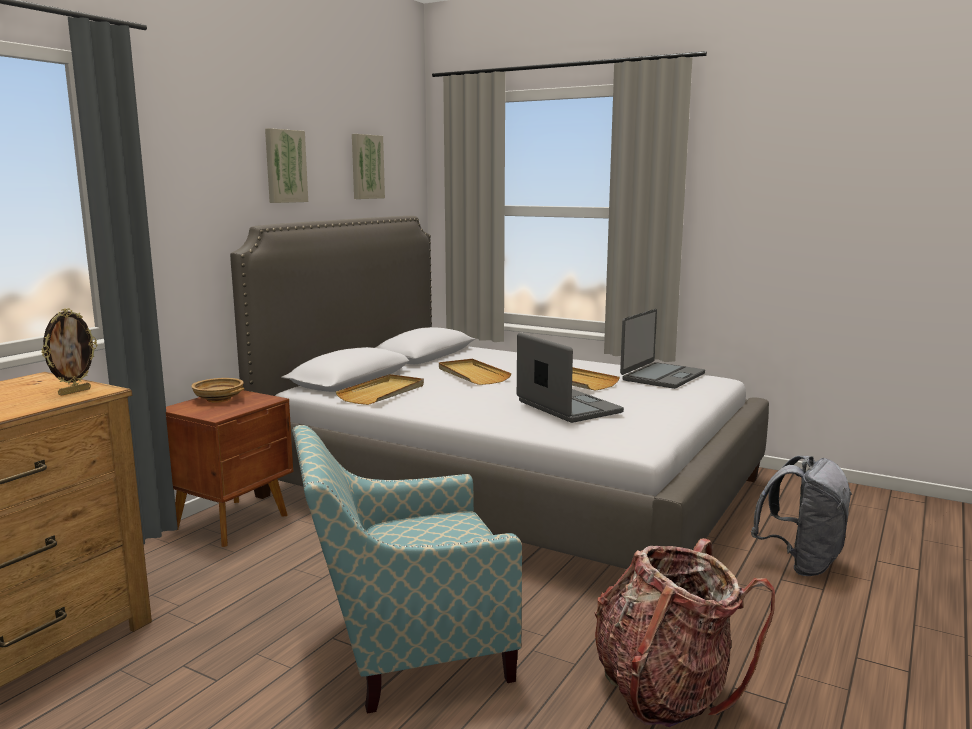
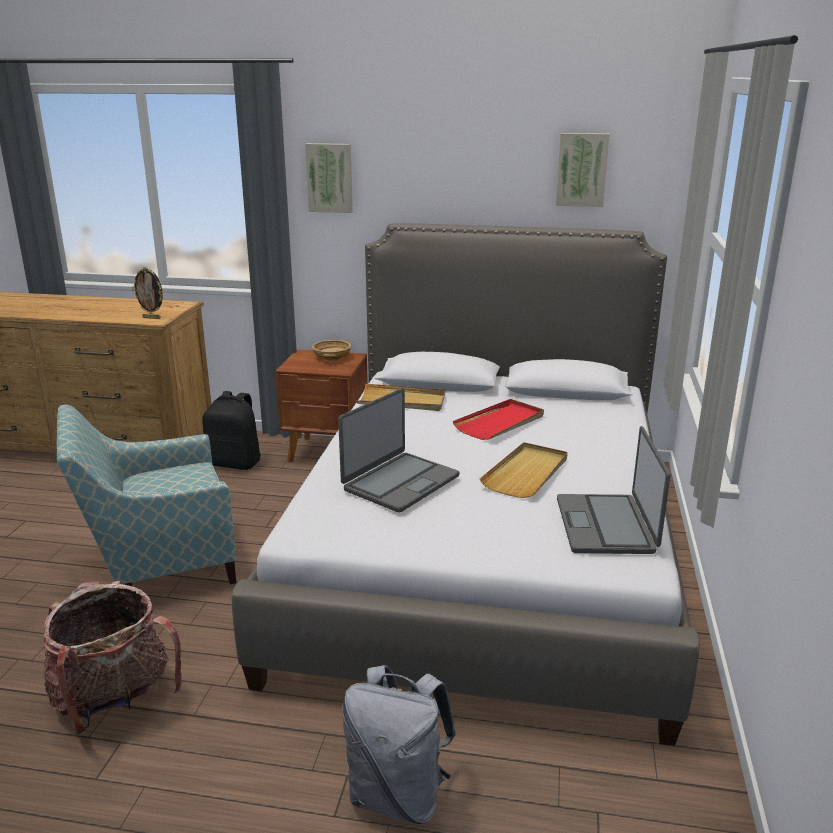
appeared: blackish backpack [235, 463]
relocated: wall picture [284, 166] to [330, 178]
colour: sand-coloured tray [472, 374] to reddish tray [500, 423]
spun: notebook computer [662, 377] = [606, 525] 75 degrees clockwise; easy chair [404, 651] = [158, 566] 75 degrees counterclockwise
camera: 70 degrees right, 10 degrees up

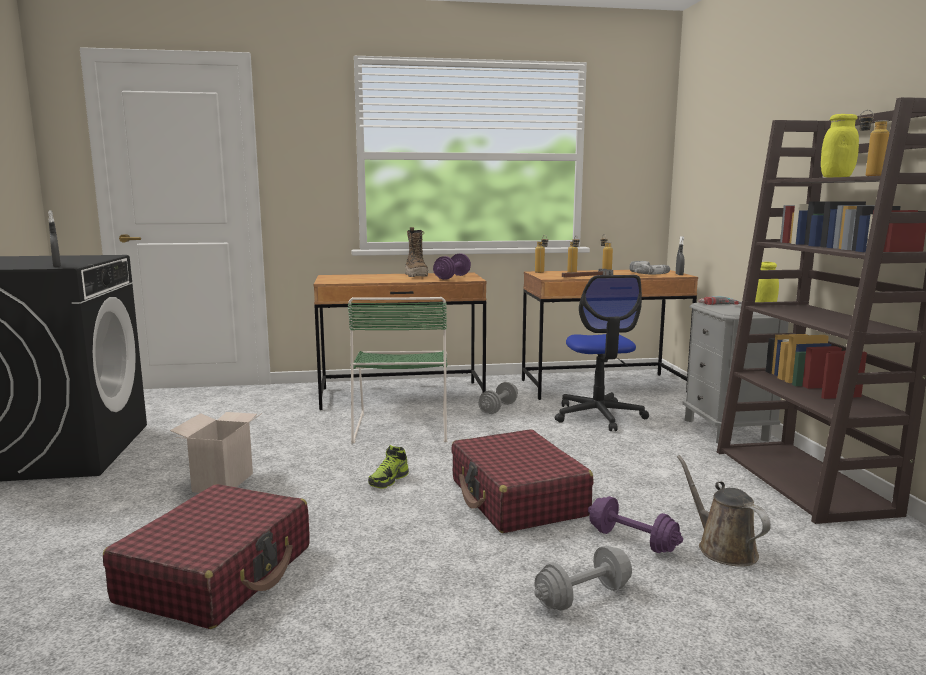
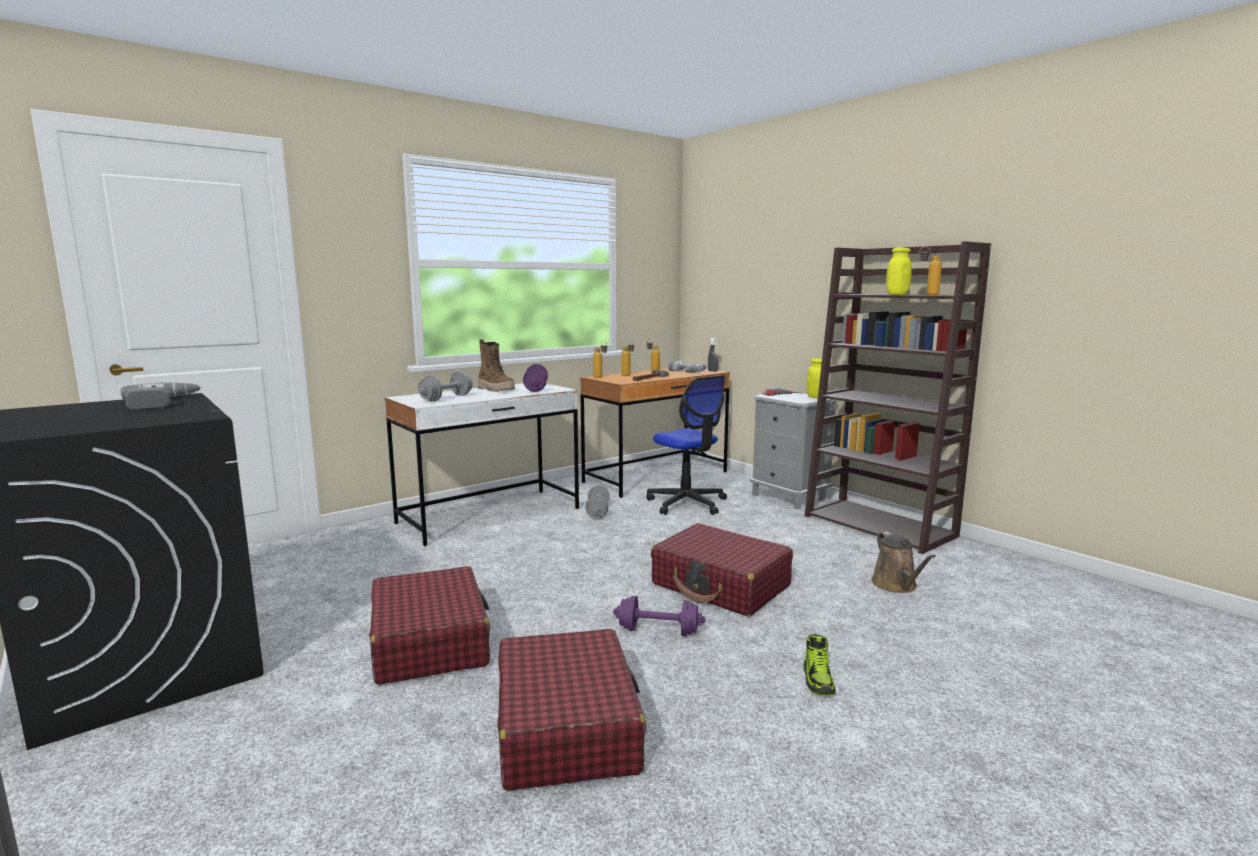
missing: grey spray bottle [57, 266]; greenish upright chair [401, 425]
appeared: drill [163, 402]
relocated: item of footwear [389, 480] to [818, 680]; purple hand weight [632, 541] to [658, 631]; grey hand weight [583, 596] to [446, 398]
exchanged: carton [222, 481] to reddish suitcase [430, 642]
colour: brown-coloured desk [402, 395] to white-coloured desk [490, 516]
spun: brown-coloured watering can [722, 548] = [896, 585] 135 degrees counterclockwise
camera: 30 degrees left, 0 degrees up

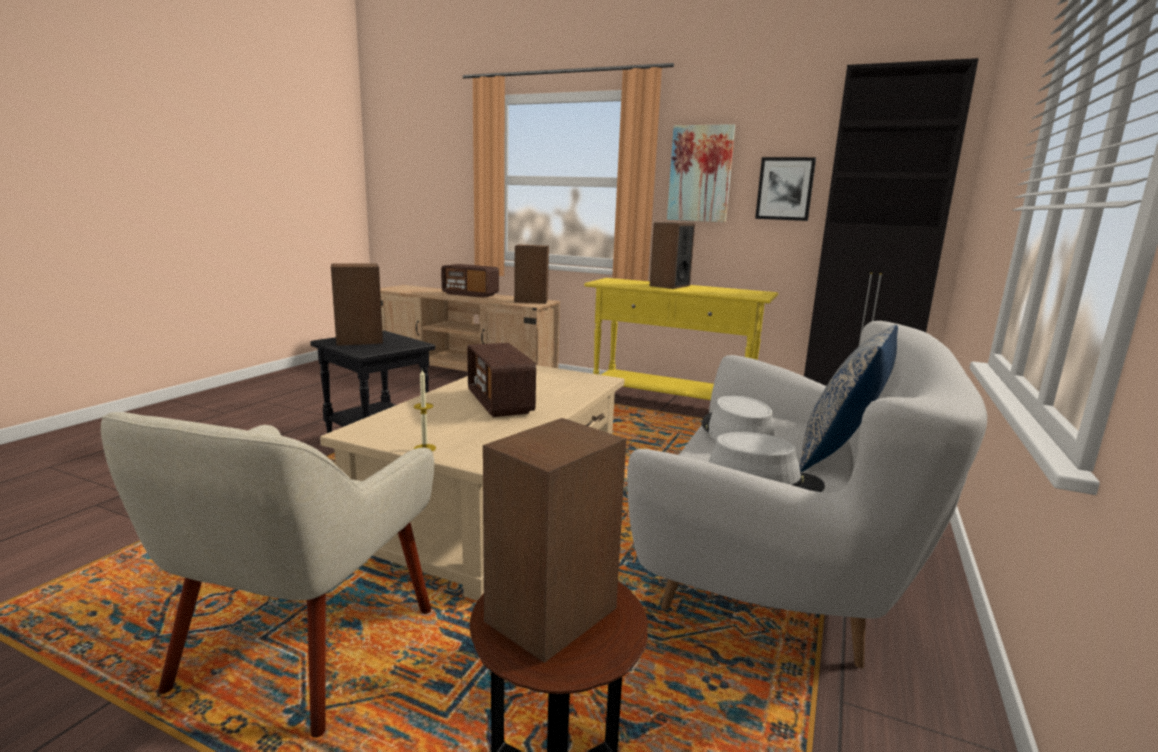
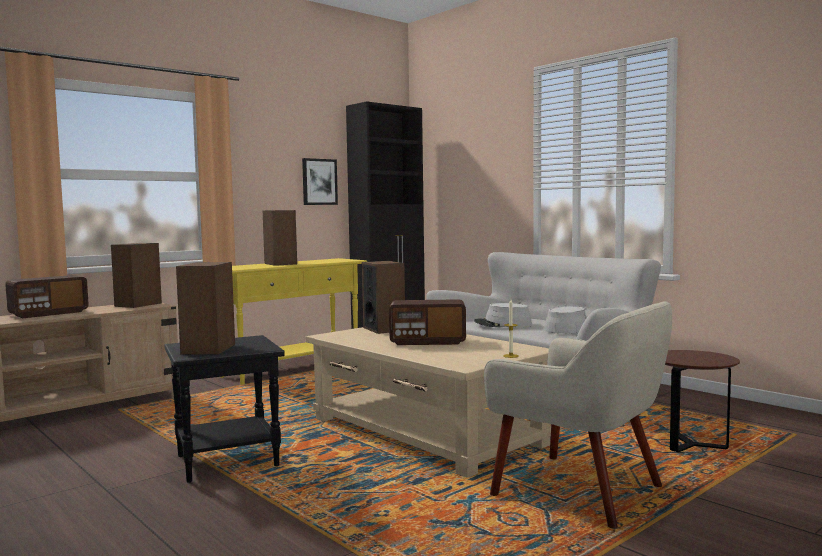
missing: wall picture [700, 174]; cushion [840, 455]
relocated: speaker [552, 615] to [384, 329]
camera: 65 degrees left, 10 degrees down

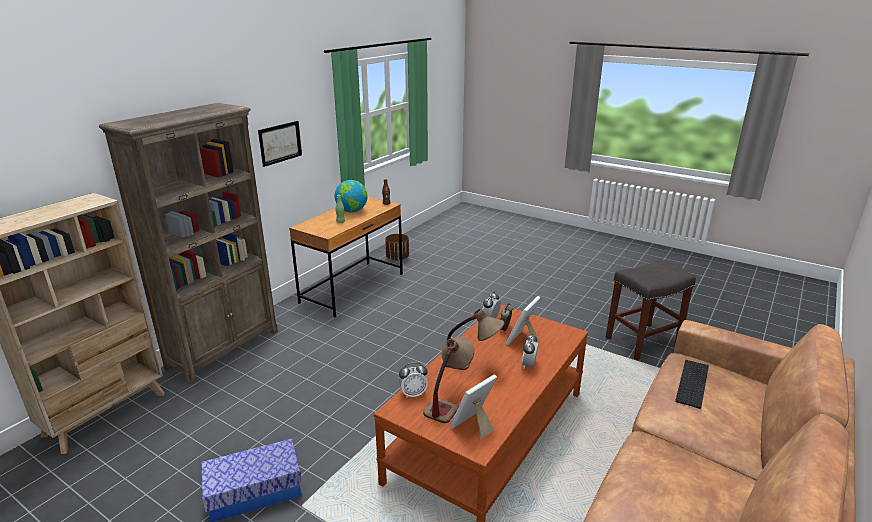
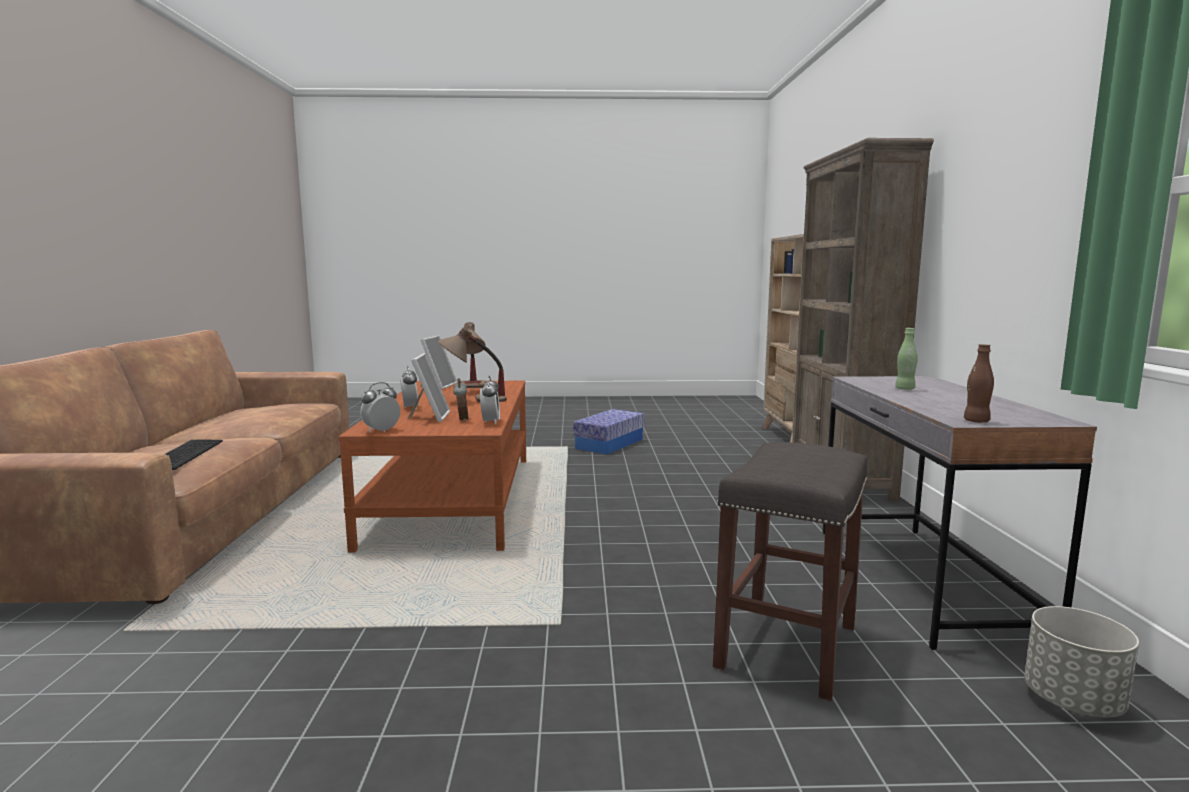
missing: wall picture [280, 143]; globe [352, 211]
relocated: grey stool [642, 341] to [786, 644]; bedside clock [413, 394] to [381, 431]
colour: brown-coloured desk [353, 288] to grey desk [922, 580]; brown-coloured plant pot [397, 258] to grey plant pot [1072, 702]
camera: 145 degrees right, 15 degrees down

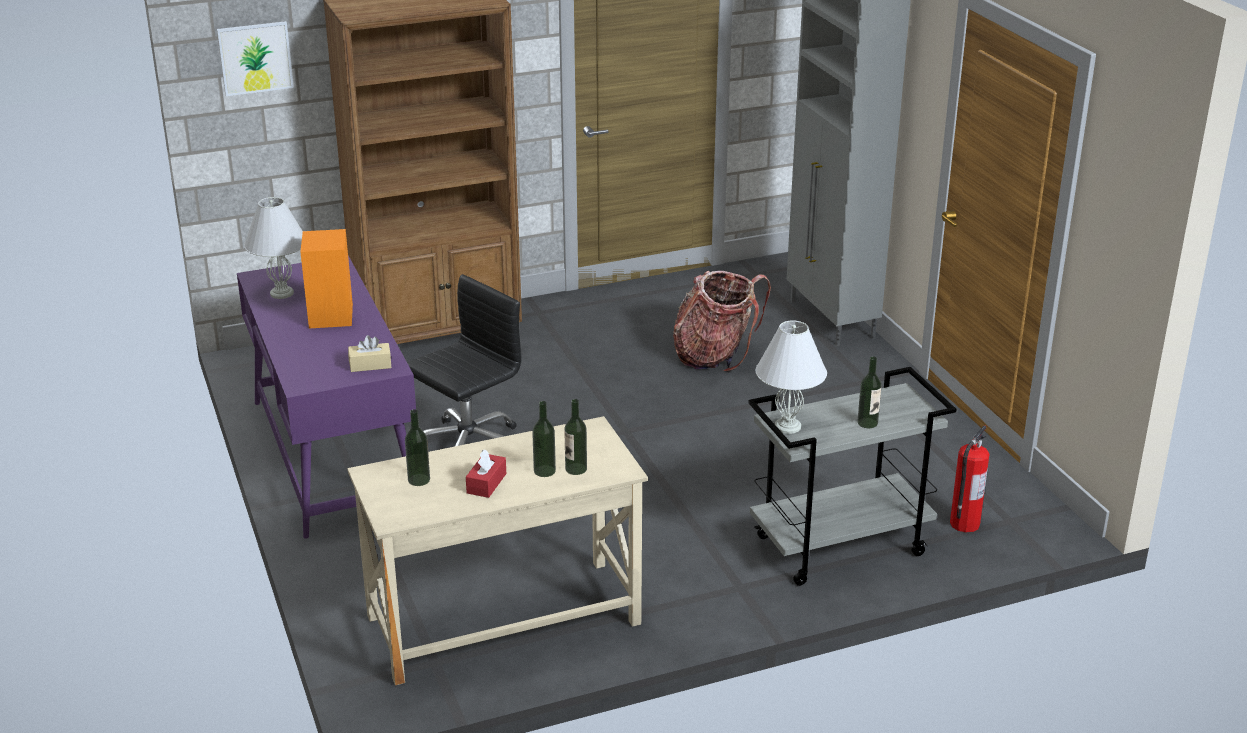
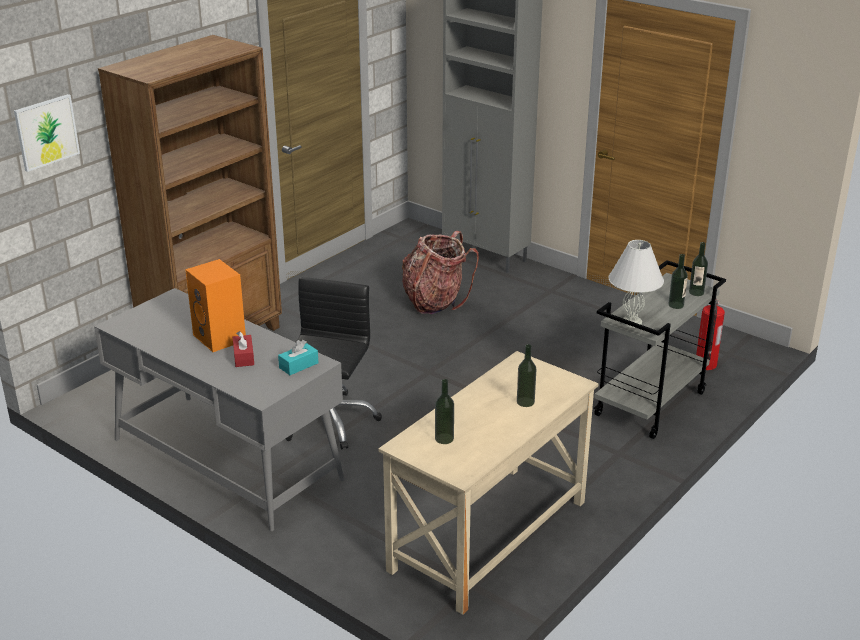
missing: white-coloured tabletop lamp [282, 293]
relocated: beverage bottle [576, 469] to [696, 292]; reddish tissue holder [486, 483] to [243, 357]
colour: purple desk [334, 454] to grey desk [226, 458]; sand-coloured tissue holder [370, 365] to turquoise tissue holder [298, 365]
camera: 30 degrees left, 0 degrees up

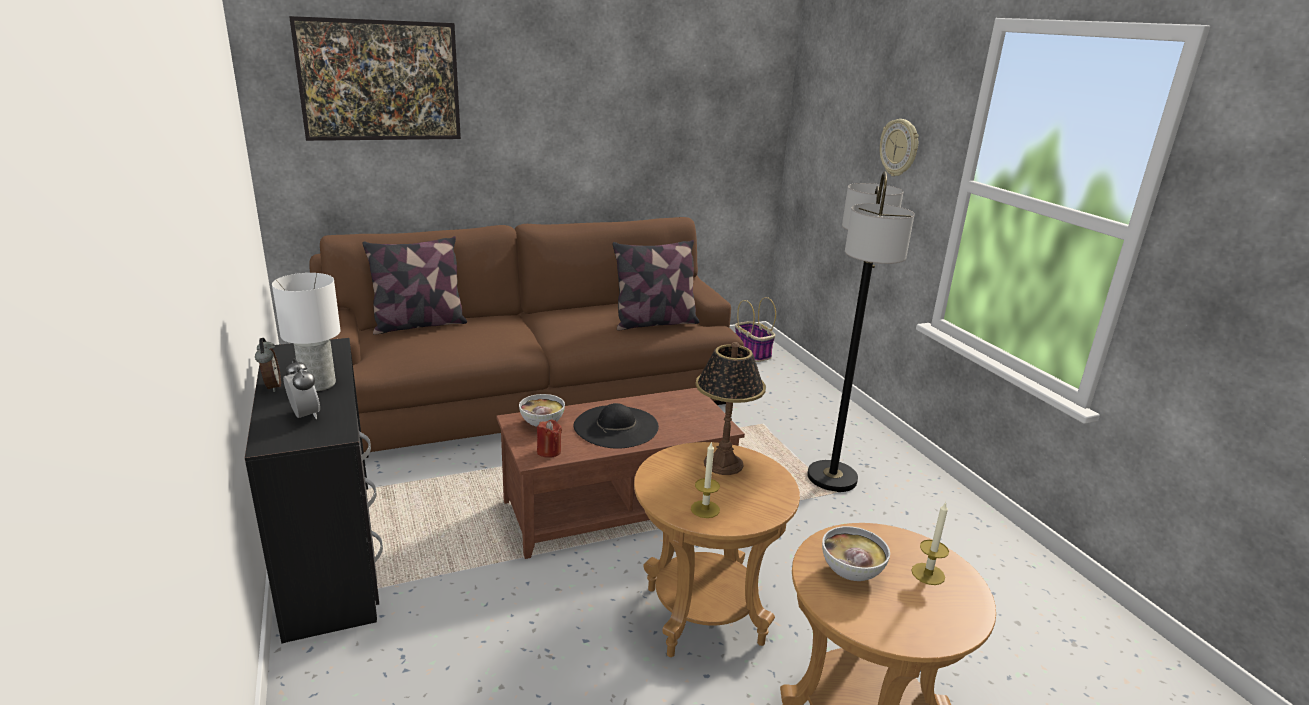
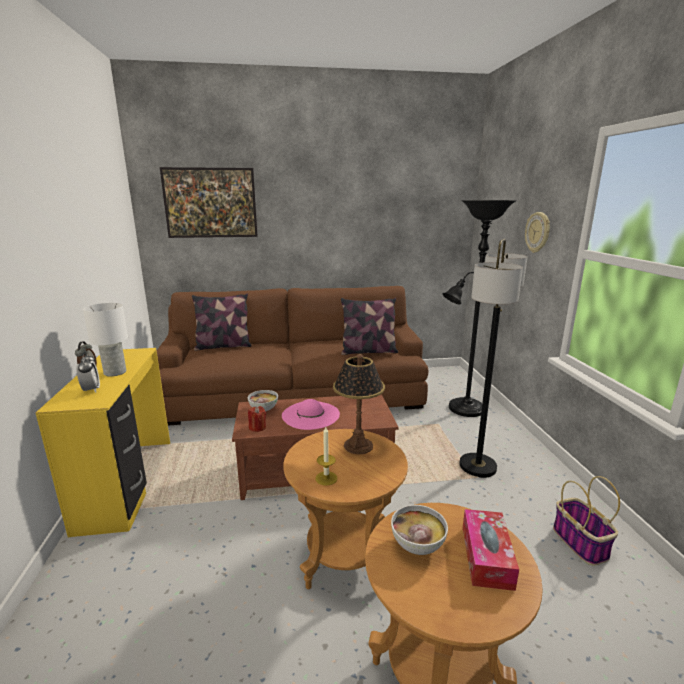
appeared: blackish floor lamp [463, 410]
relocated: household basket [753, 353] to [581, 543]
exchanged: wax candle [928, 574] to tissue holder [486, 556]
colour: blackish desk [333, 554] to yellowish desk [128, 482]; blackish hat [616, 426] to pink-coloured hat [310, 415]
camera: 15 degrees right, 5 degrees down

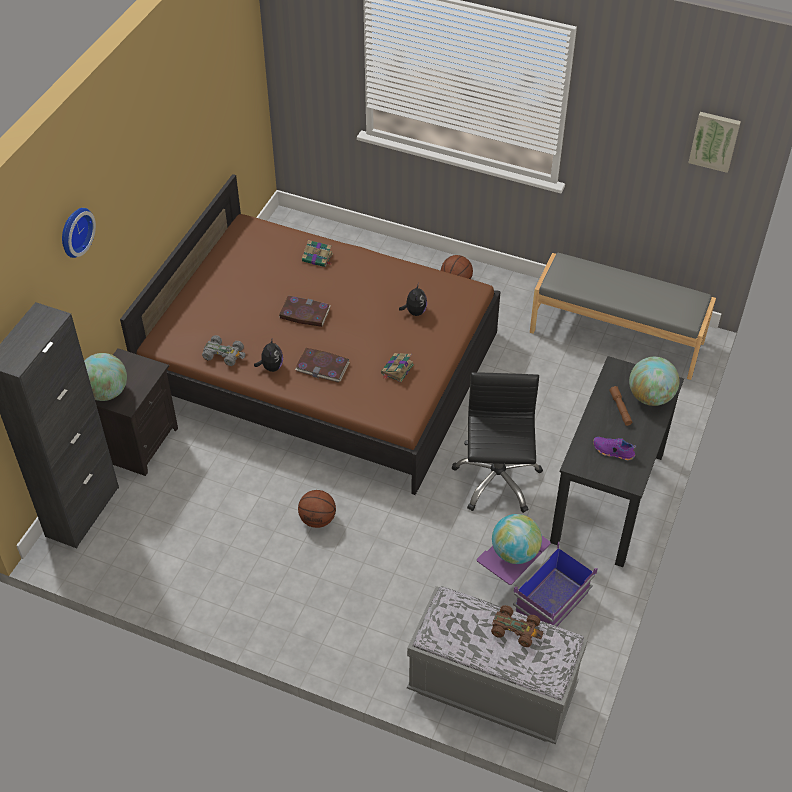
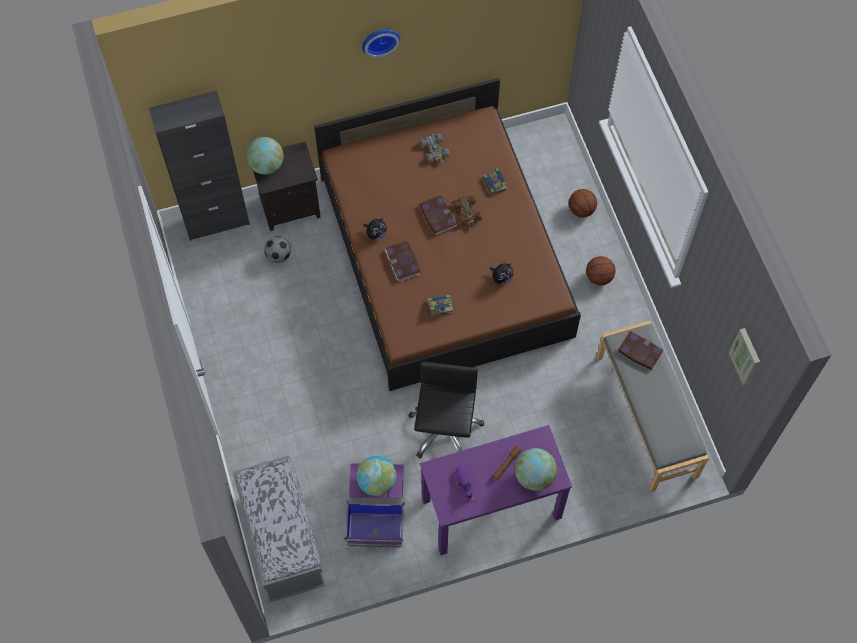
appeared: football ball [278, 255]; bound book [639, 351]
relocated: clock on the wall [74, 231] to [379, 40]; grey toy car [224, 354] to [435, 150]; basketball ball [318, 519] to [581, 210]; brown-coloured toy car [516, 629] to [467, 213]
colour: blackish desk [607, 497] to purple desk [490, 508]
spun: blackish desk chair [496, 480] = [444, 430] 45 degrees counterclockwise
camera: 50 degrees right, 15 degrees up

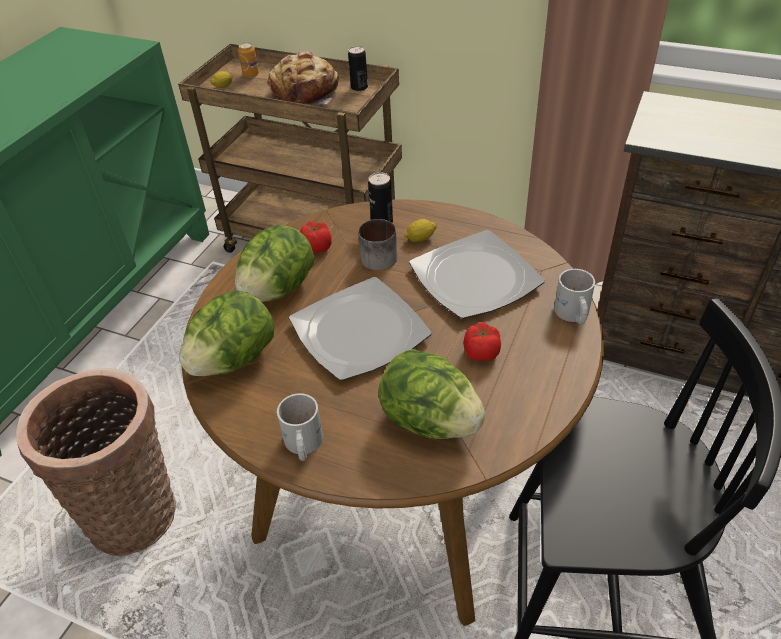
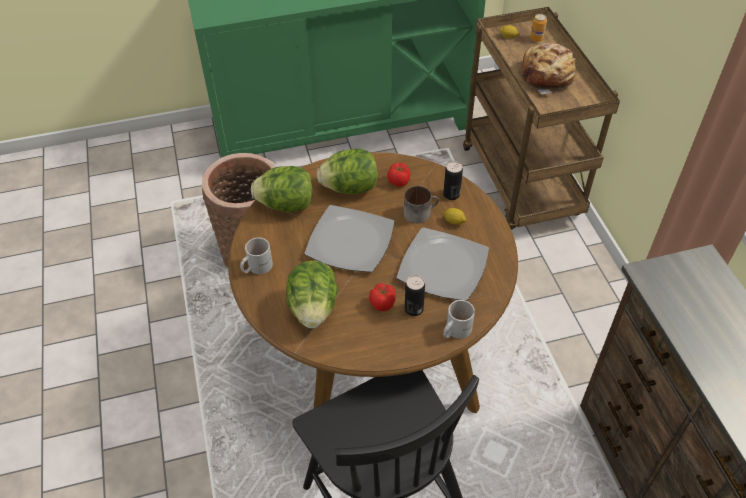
relocated: metal can [359, 87] to [414, 309]
camera: 50 degrees right, 5 degrees up

